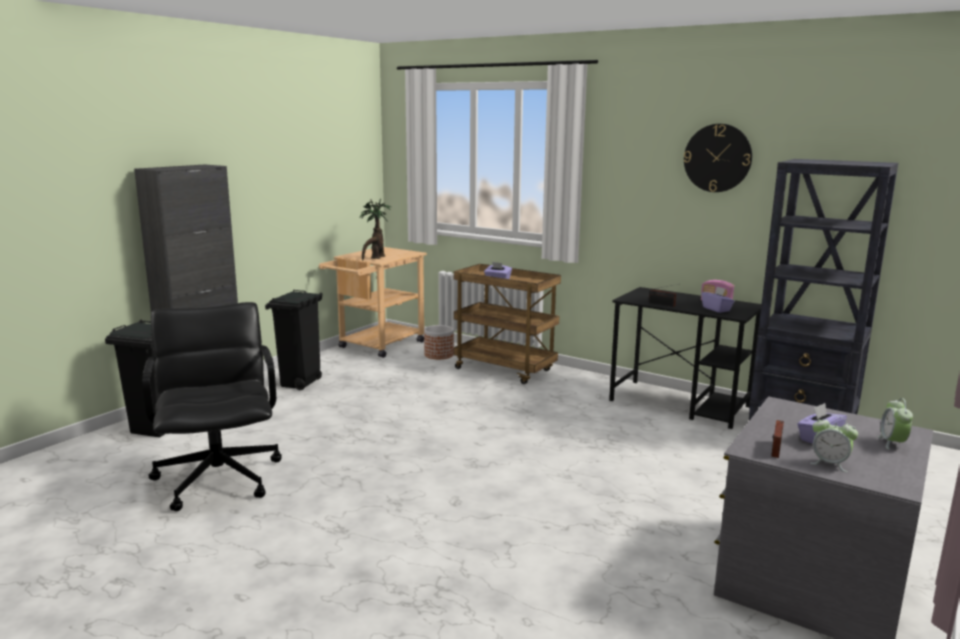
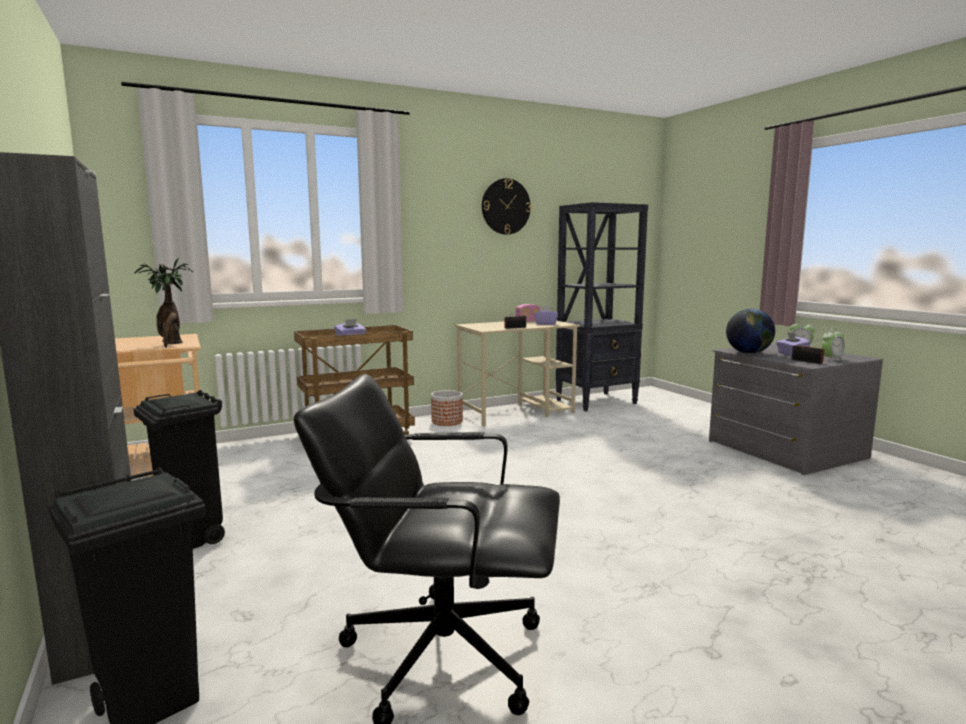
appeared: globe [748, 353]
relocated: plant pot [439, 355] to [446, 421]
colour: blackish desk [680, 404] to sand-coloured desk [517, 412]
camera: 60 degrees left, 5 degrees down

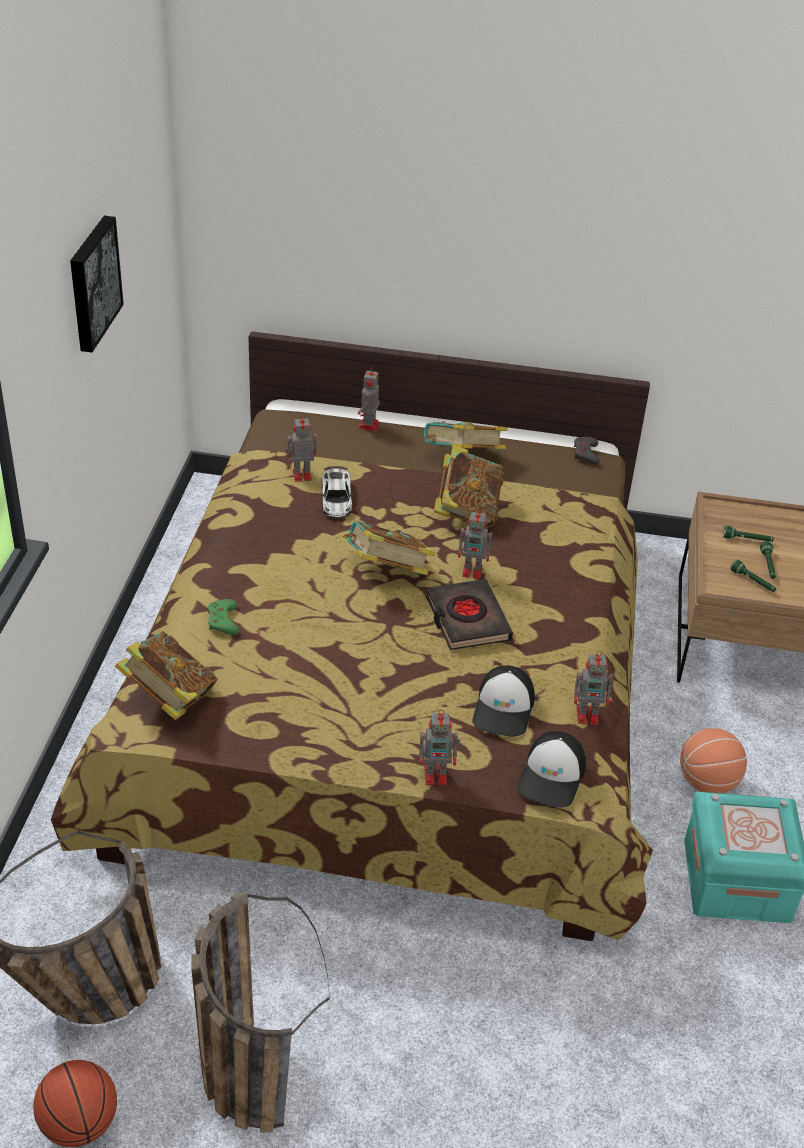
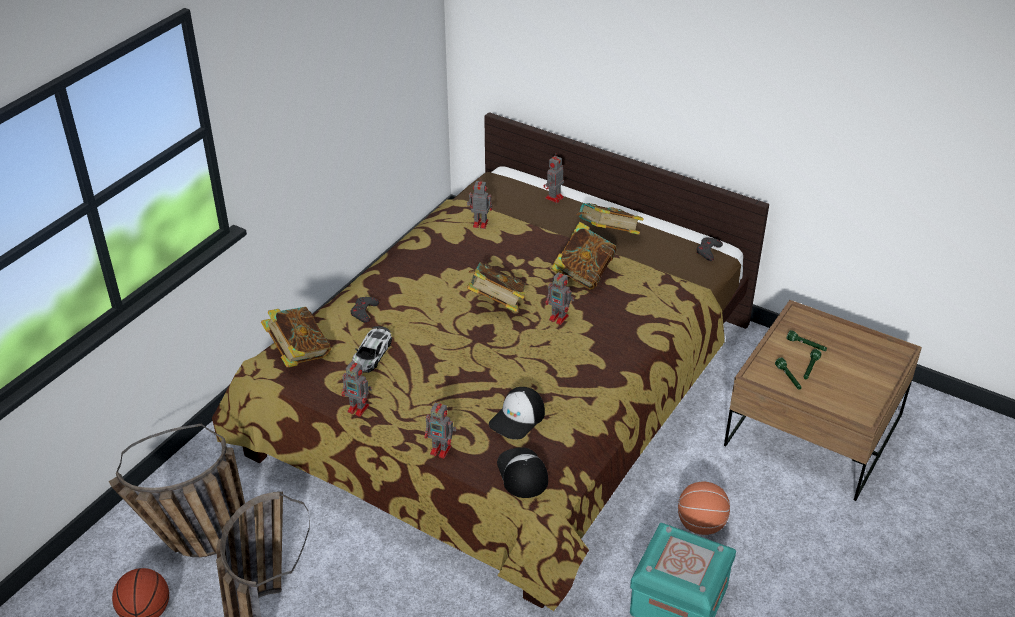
missing: wall picture [92, 282]; blackish bound book [467, 619]
relocated: toy car [336, 499] to [371, 354]; model robot [589, 715] to [359, 409]
colour: greenish gamepad [223, 621] to grey gamepad [364, 312]
spun: baseball cap [552, 777] = [522, 473] 120 degrees clockwise
camera: 25 degrees right, 0 degrees up

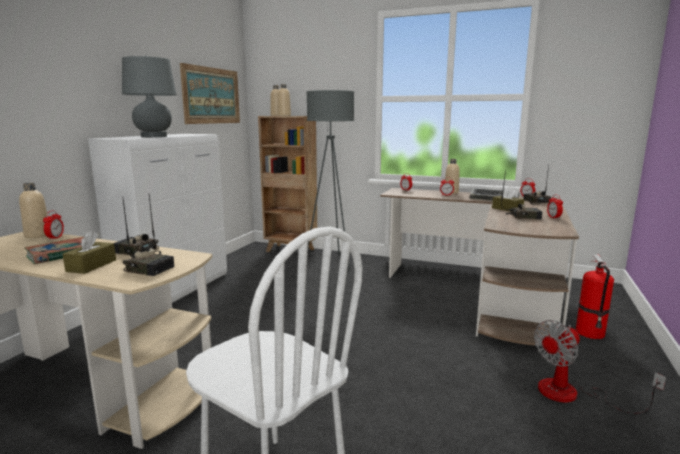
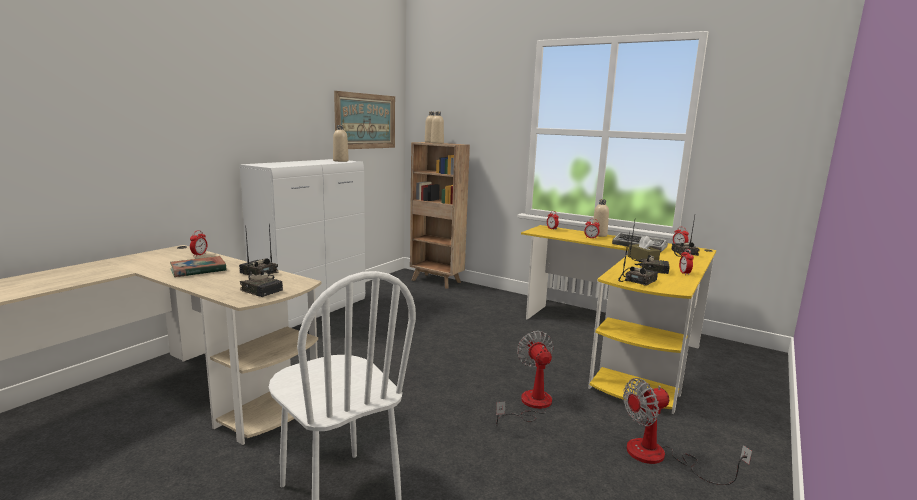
missing: grey tabletop lamp [154, 136]; grey floor lamp [331, 263]; brown-coloured tissue holder [91, 265]; extinguisher [591, 333]
appeared: radio set [637, 281]; electric fan [530, 405]
relocated: sand-coloured beverage bottle [37, 235] to [340, 161]
colour: brown-coloured desk [484, 294] to yellowish desk [620, 347]
camera: 10 degrees right, 0 degrees up

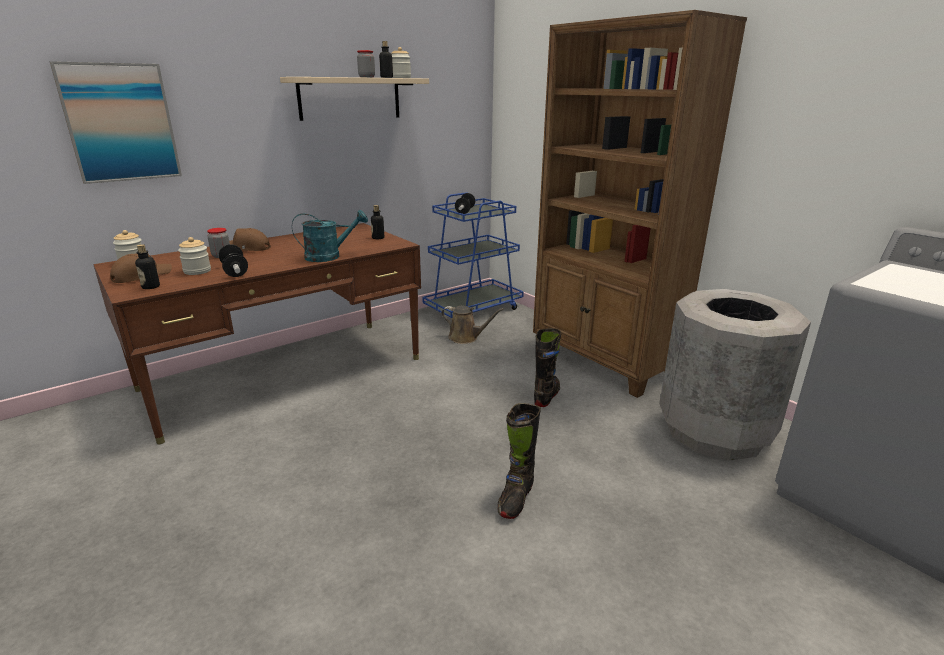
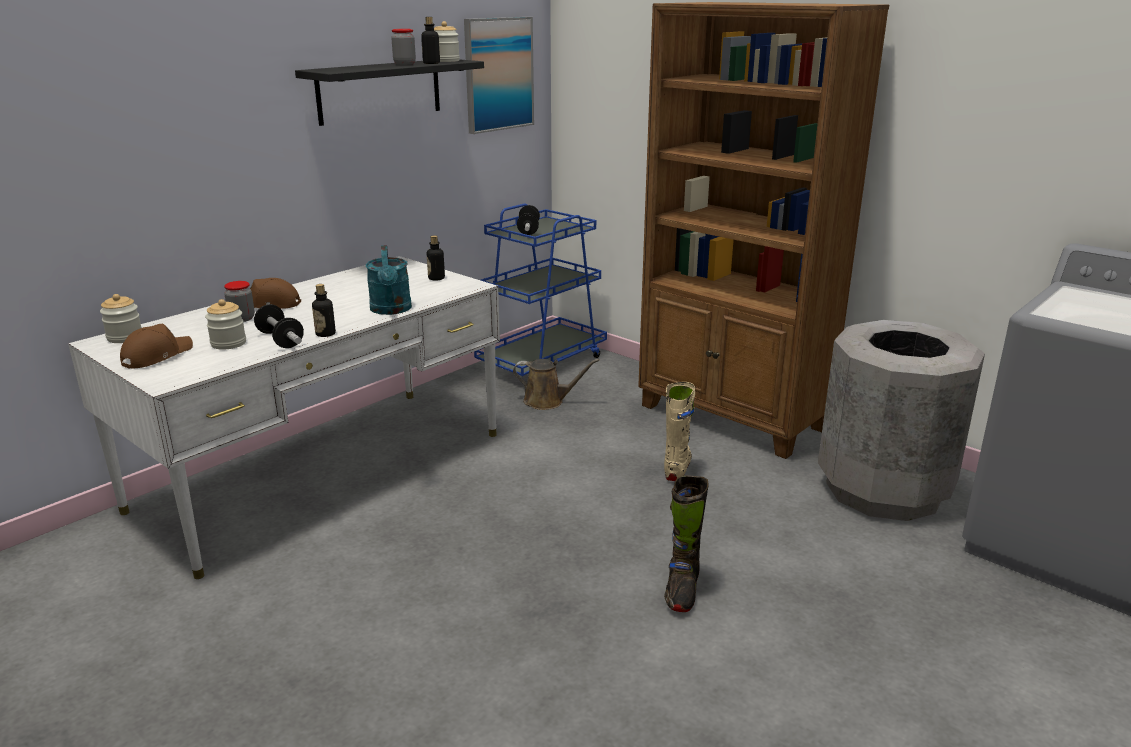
relocated: wall picture [120, 123] to [498, 74]; beverage bottle [151, 287] to [325, 334]
colour: sand-coloured wall shelf [350, 98] to blackish wall shelf [380, 91]; brown-coloured desk [285, 373] to white-coloured desk [322, 471]; blackish high-top boot [546, 396] to sand-coloured high-top boot [677, 467]
spun: turquoise watering can [329, 256] = [391, 310] 105 degrees clockwise
camera: 10 degrees left, 0 degrees up

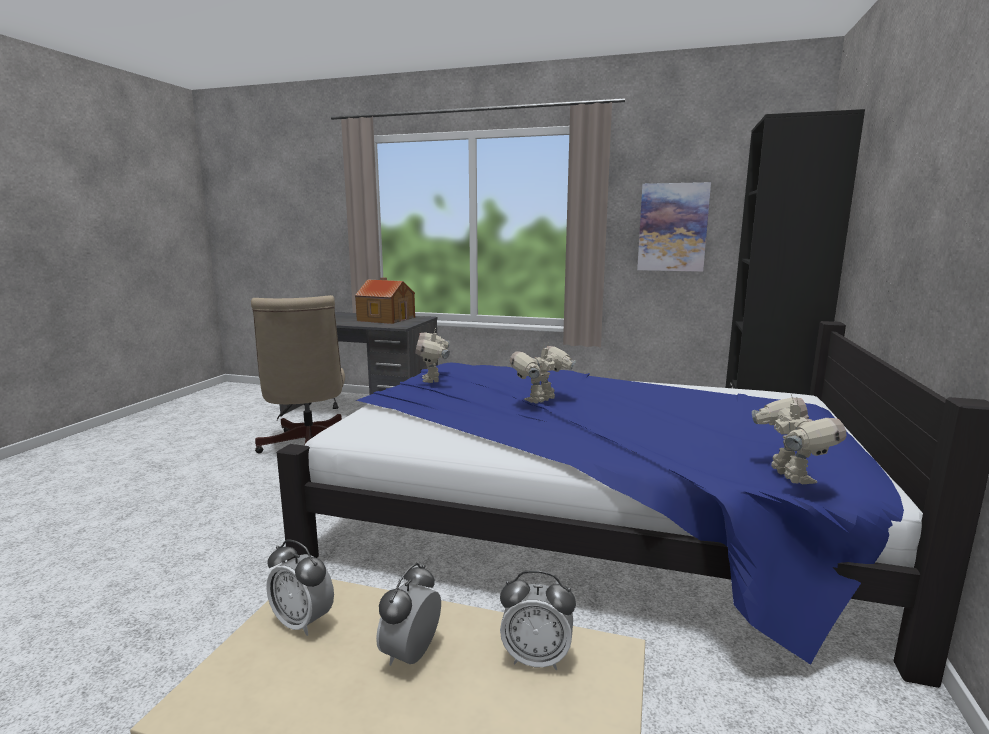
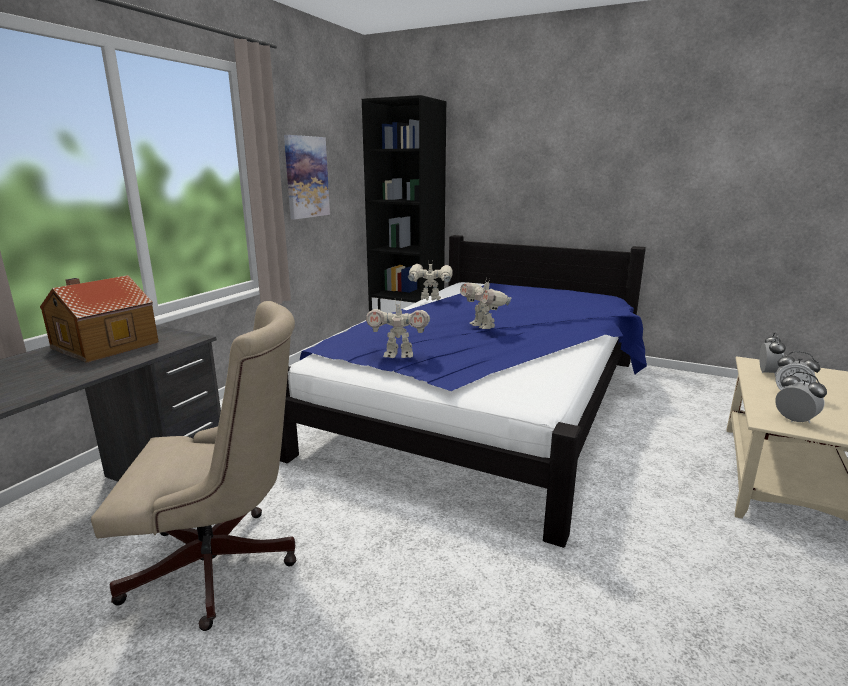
relocated: model robot [789, 476] to [430, 300]
spun: bedside clock [303, 622] = [794, 420] 75 degrees counterclockwise
camera: 80 degrees left, 5 degrees up

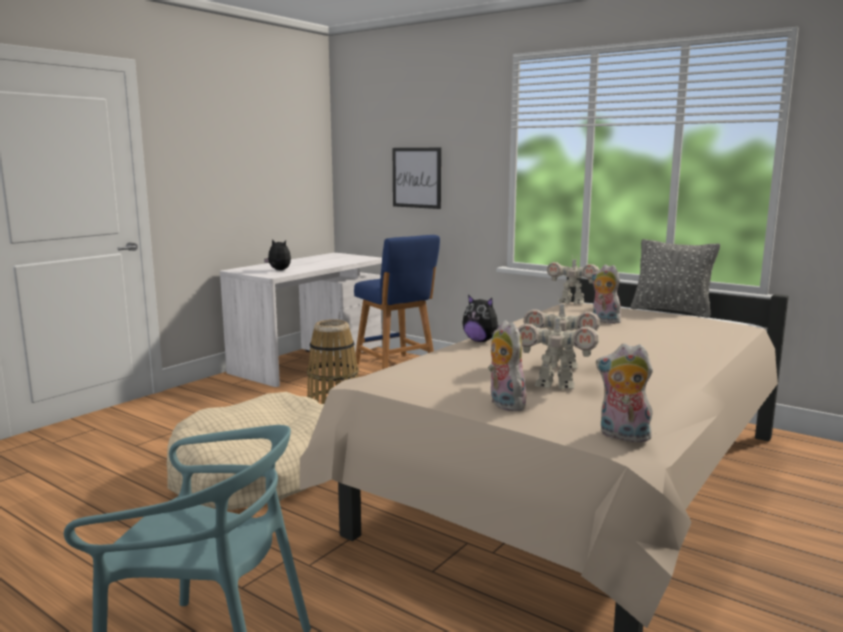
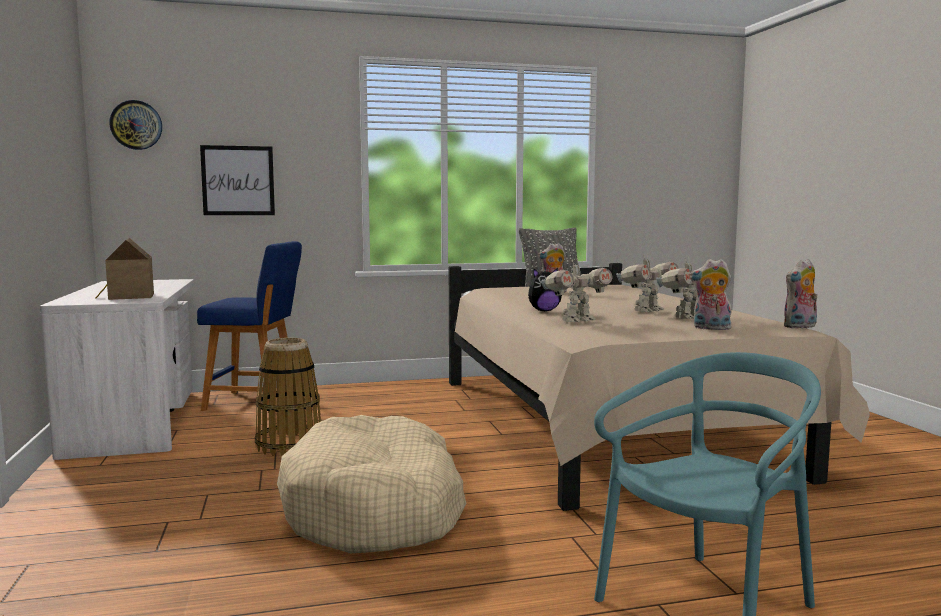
appeared: clock on the wall [136, 125]
relocated: model robot [572, 302] to [576, 321]
exchanged: soft toy [278, 270] to miniature house [128, 297]
camera: 50 degrees left, 5 degrees down

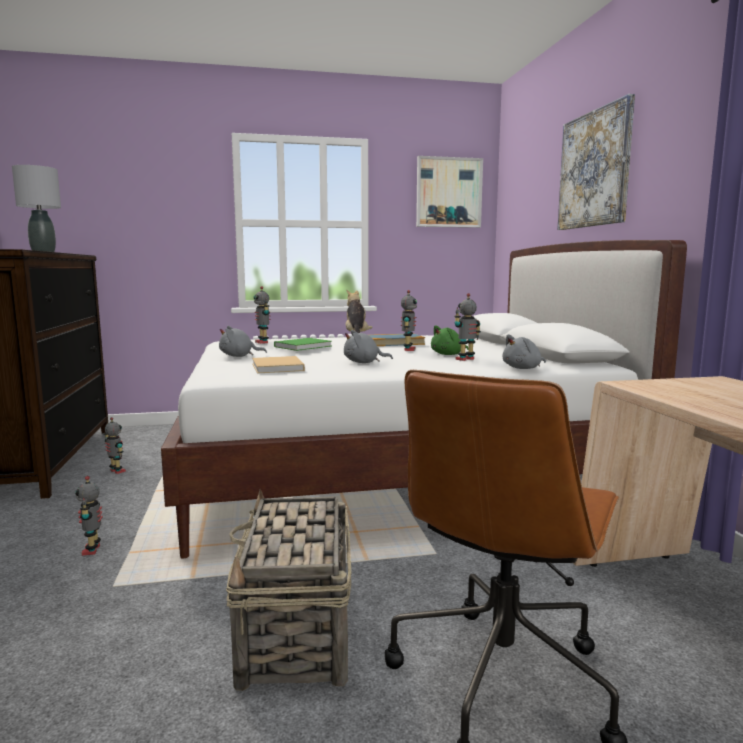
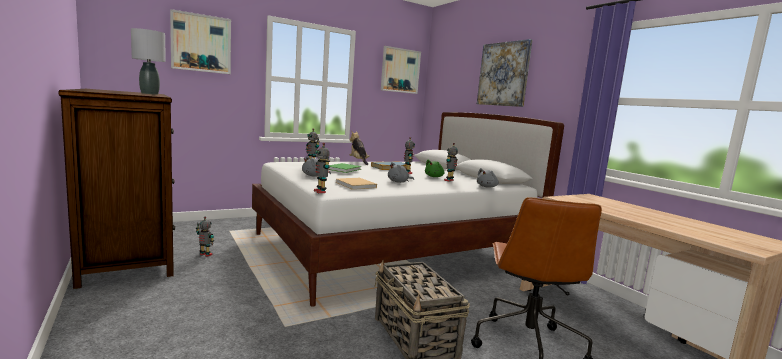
appeared: wall picture [201, 43]
relocated: model robot [93, 550] to [320, 191]
camera: 20 degrees left, 0 degrees up

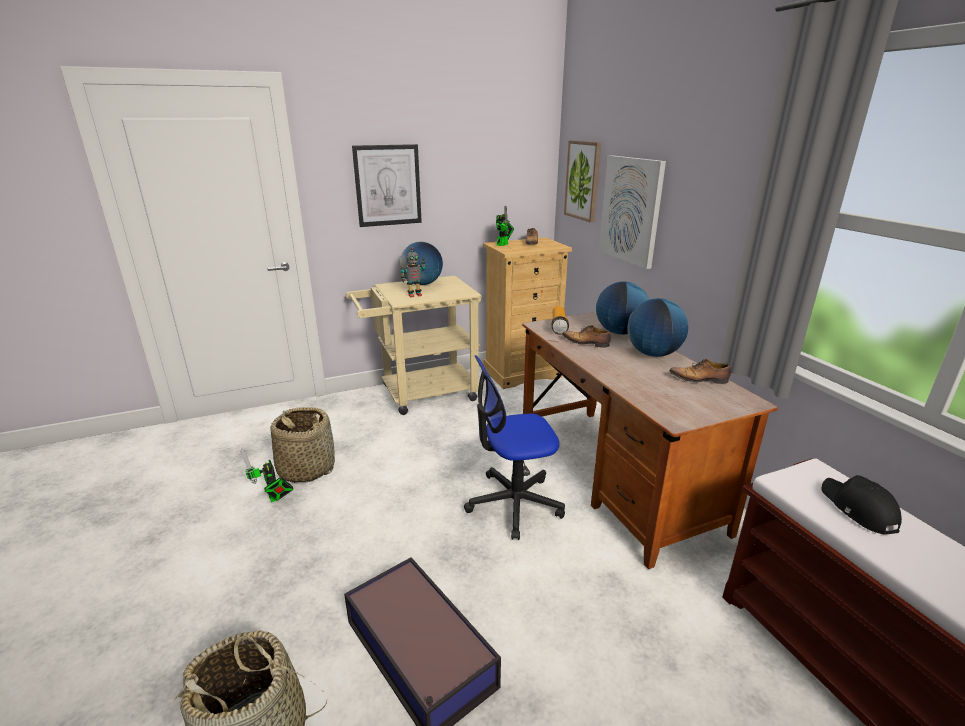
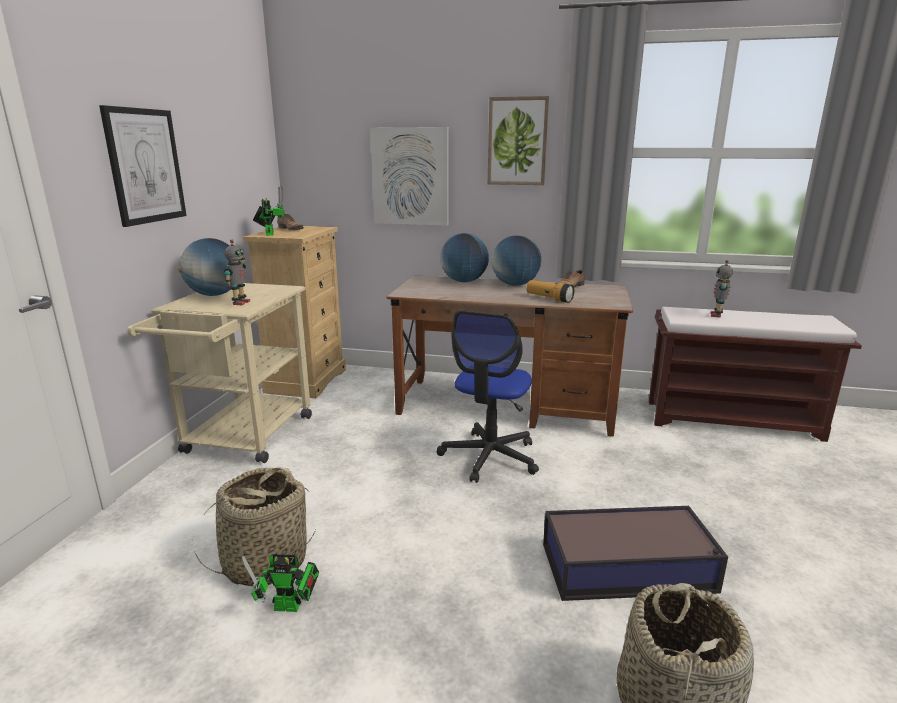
missing: item of footwear [586, 343]
relocated: wall picture [583, 180] to [517, 141]; torch [558, 326] to [549, 298]
exchanged: blackish baseball cap [857, 509] to model robot [717, 315]
camera: 55 degrees left, 5 degrees down

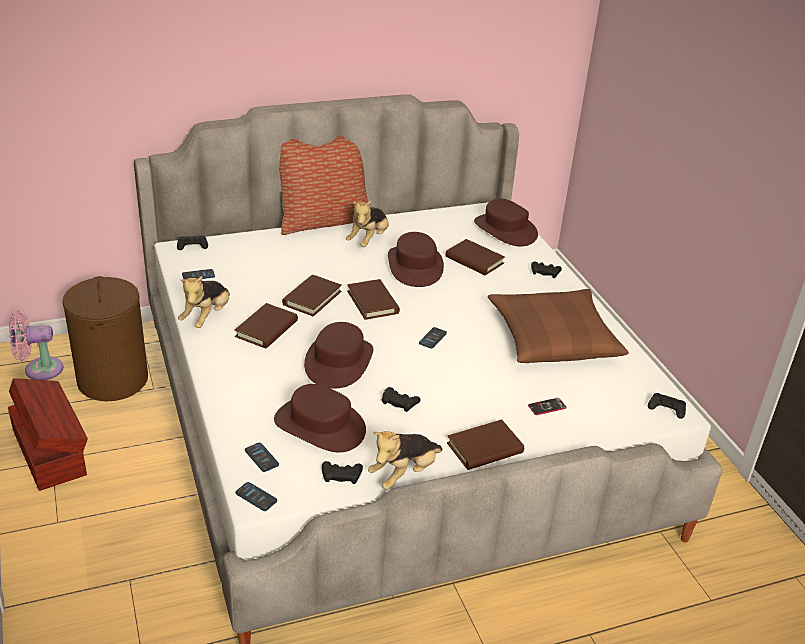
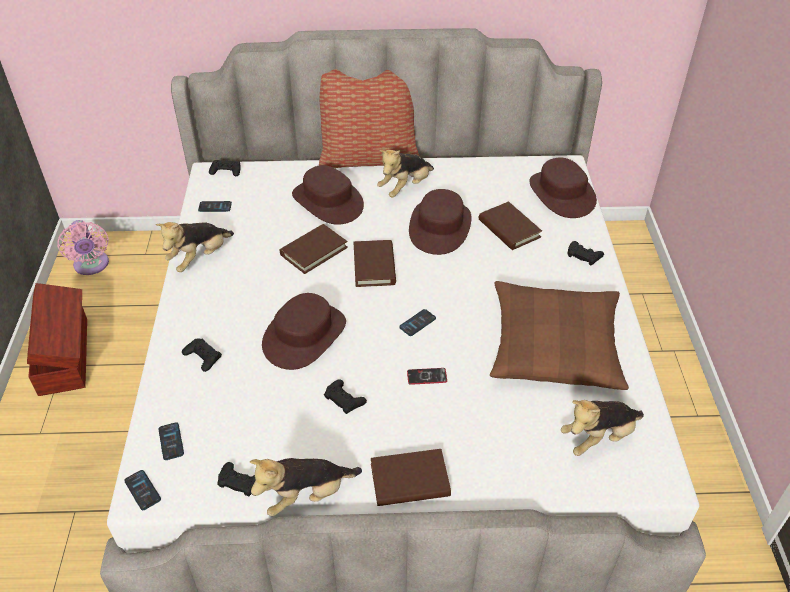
missing: brown-coloured hamper [112, 380]; brown-coloured bound book [266, 329]
appeared: soft toy [598, 437]
relocated: brown-coloured hat [320, 425] to [328, 201]; blackish gamepad [666, 408] to [202, 357]; phone [547, 407] to [427, 376]
spun: pink-coloured electric fan [39, 369] = [92, 266] 120 degrees counterclockwise
camera: 20 degrees right, 10 degrees up

